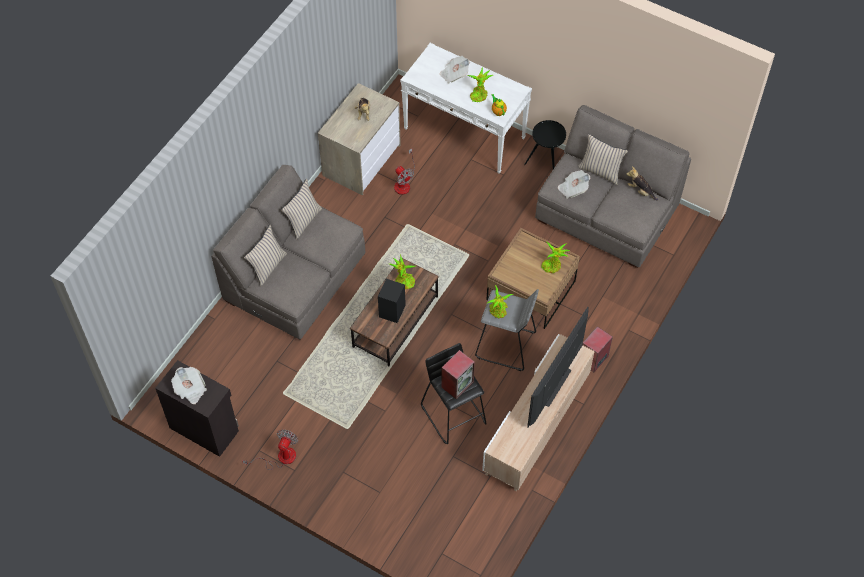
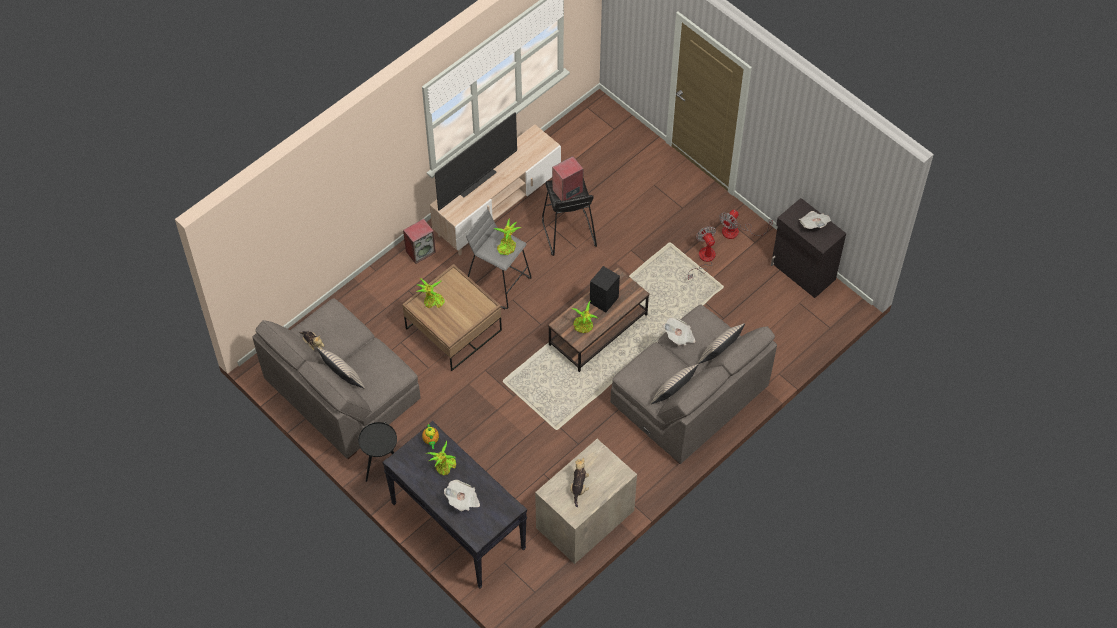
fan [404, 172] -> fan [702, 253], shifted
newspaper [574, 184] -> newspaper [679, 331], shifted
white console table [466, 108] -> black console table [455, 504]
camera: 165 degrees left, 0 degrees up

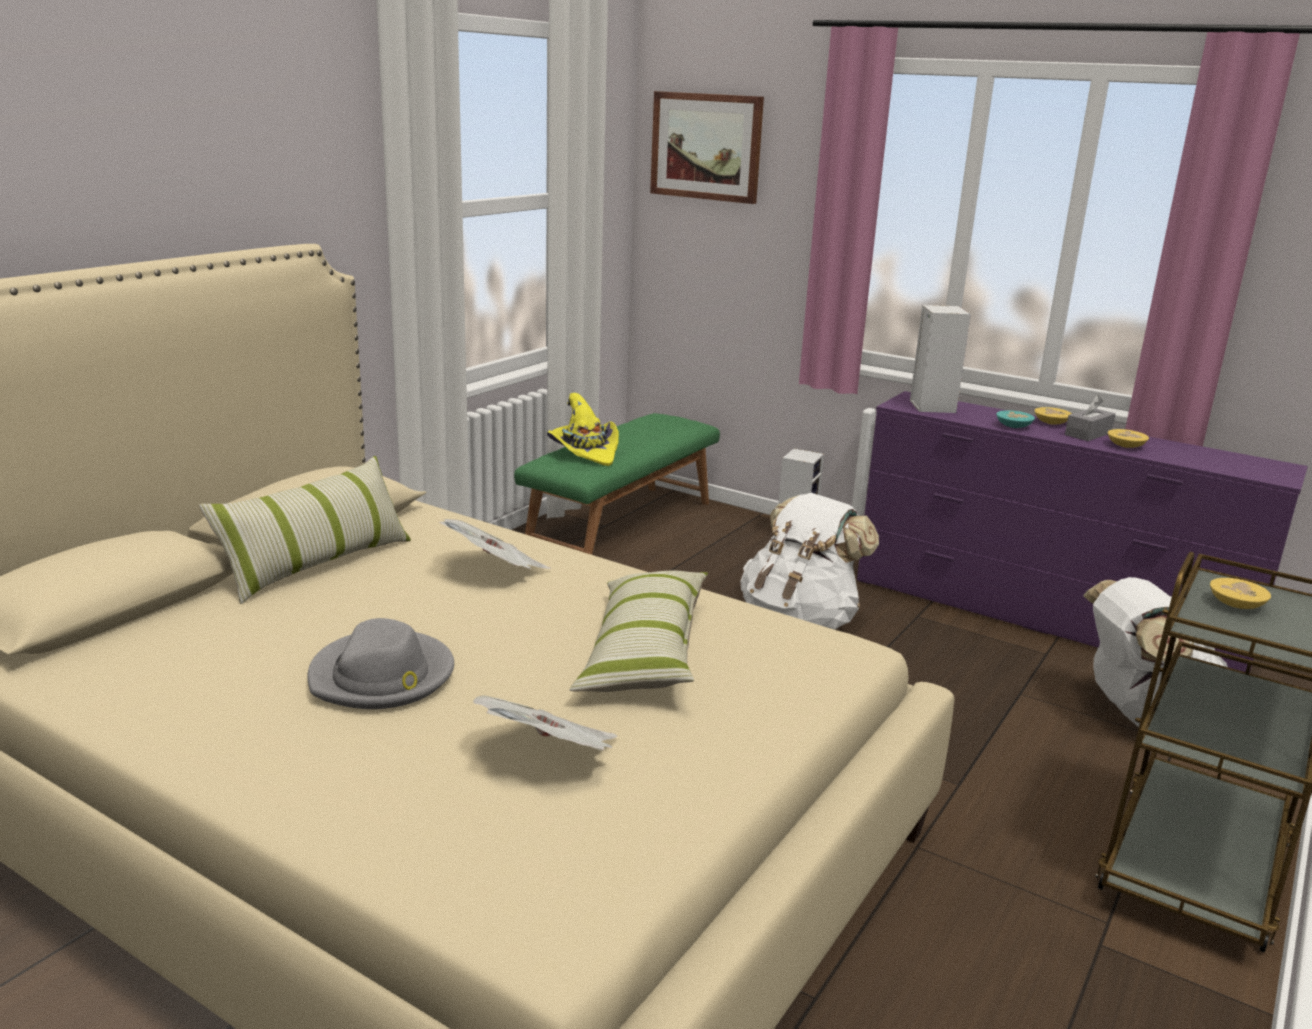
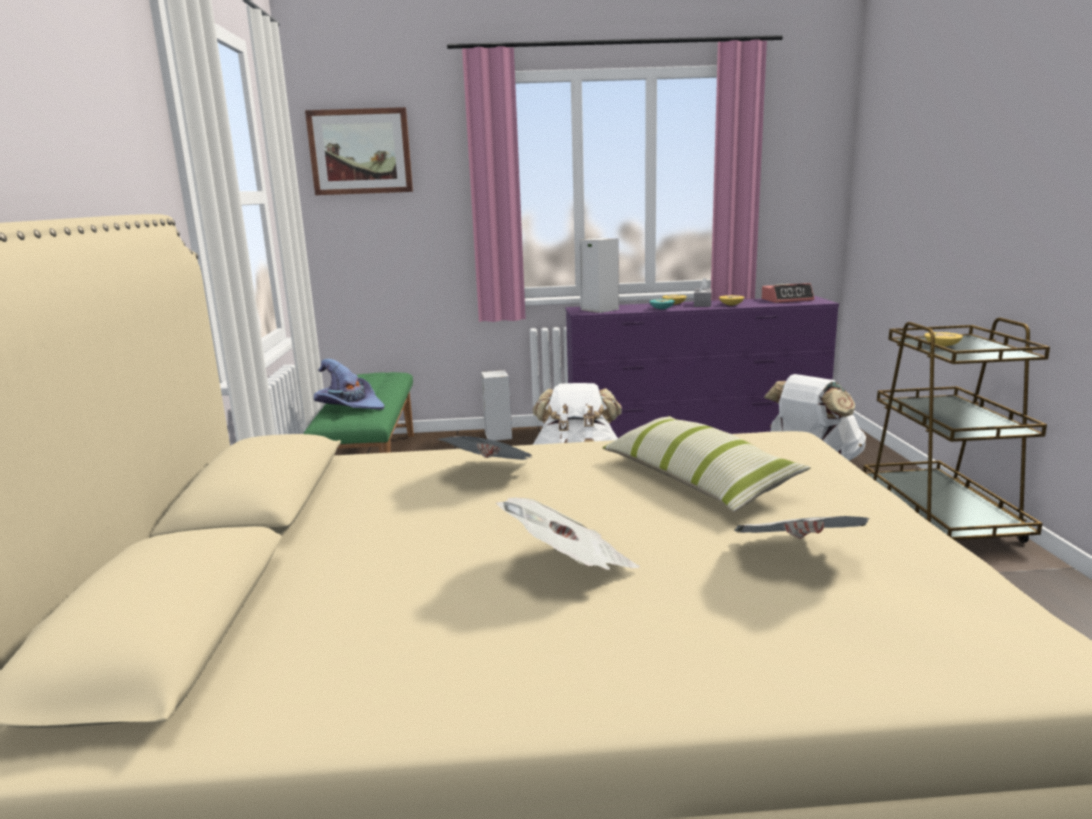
pillow [305, 530] -> none
none -> alarm clock [787, 293]
grey hat [380, 663] -> newspaper [568, 534]
yellow hat [583, 429] -> purple hat [349, 384]
camera: 35 degrees left, 5 degrees down

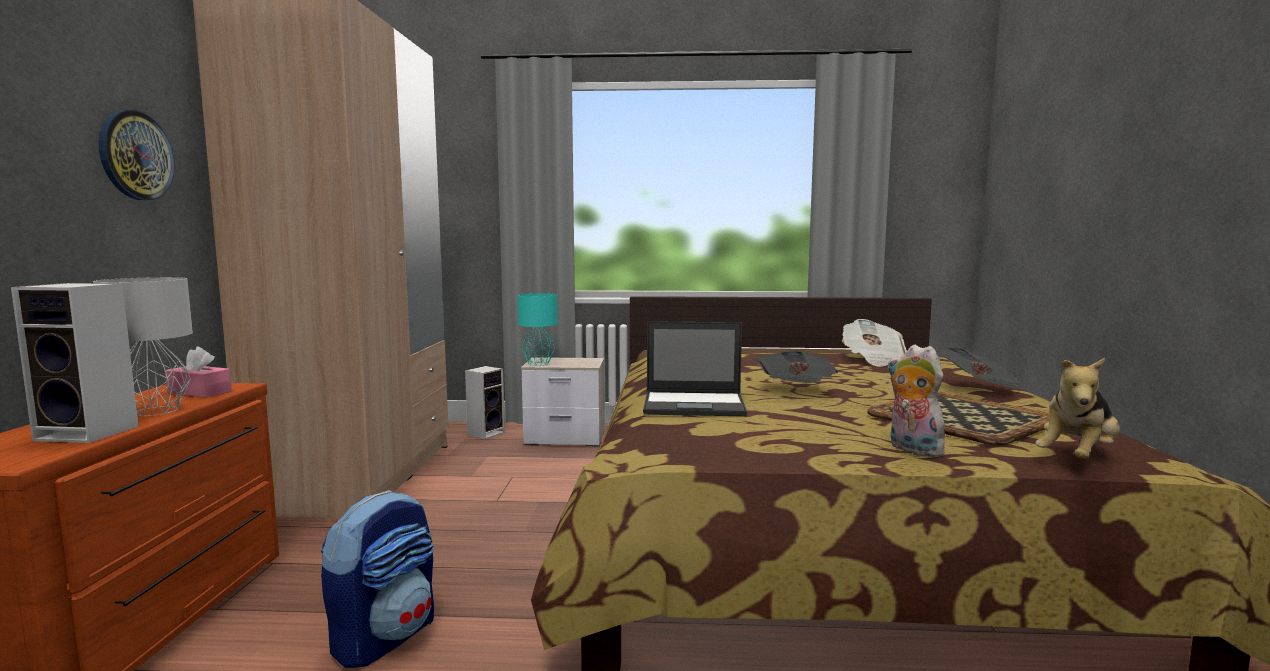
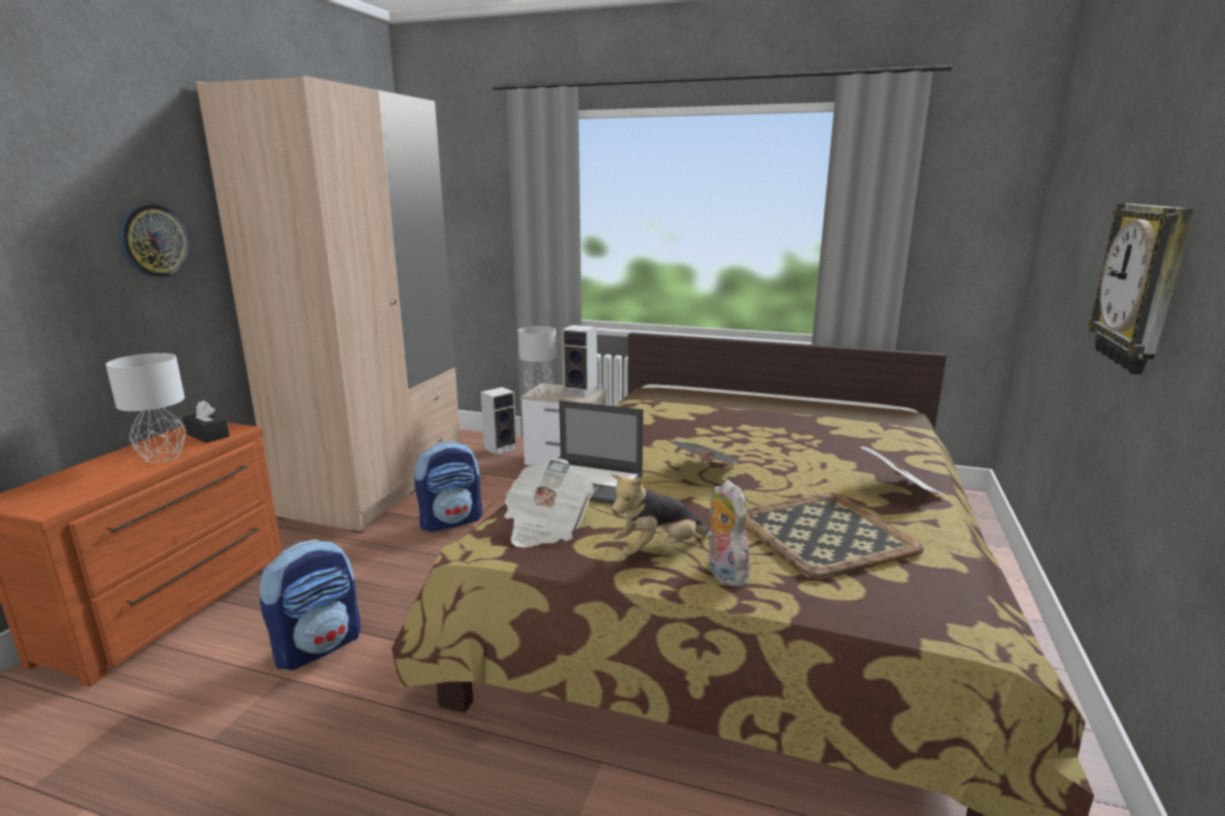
none -> backpack [448, 486]
none -> wall clock [1141, 289]
speaker [75, 363] -> speaker [579, 360], shifted
newspaper [874, 343] -> newspaper [549, 502], shifted
plush toy [1077, 408] -> plush toy [661, 515], shifted
pink tissue box [198, 372] -> black tissue box [206, 421]
turquoise table lamp [537, 329] -> grey table lamp [537, 361]
camera: 15 degrees right, 10 degrees up

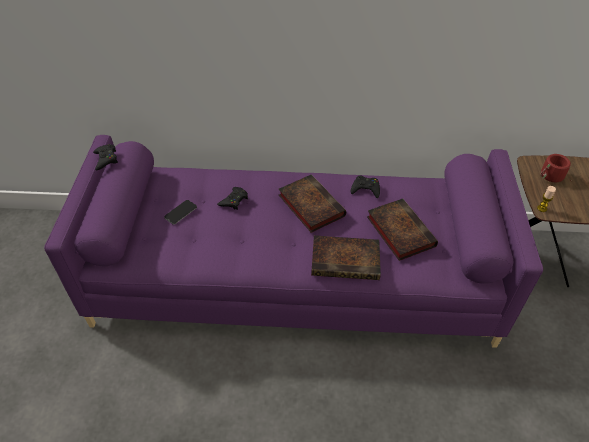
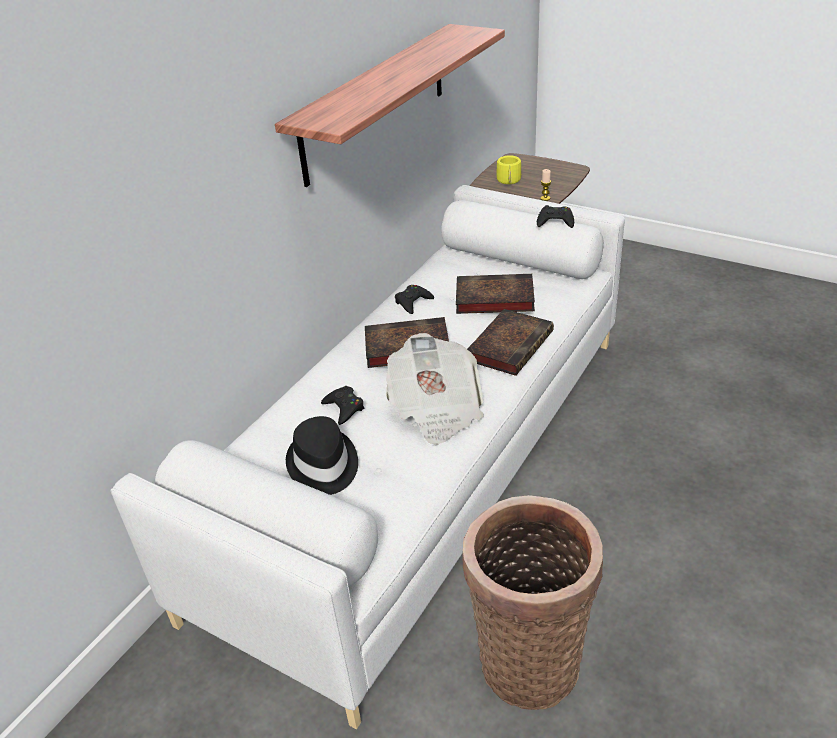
none -> shelf [390, 105]
none -> newspaper [434, 389]
none -> basket [532, 602]
black game controller [105, 157] -> black game controller [555, 216], shifted
phone [180, 212] -> black hat [322, 455]
purple sofa [293, 241] -> white sofa [368, 457]
red mug [555, 168] -> yellow mug [509, 169]
camera: 60 degrees left, 10 degrees down

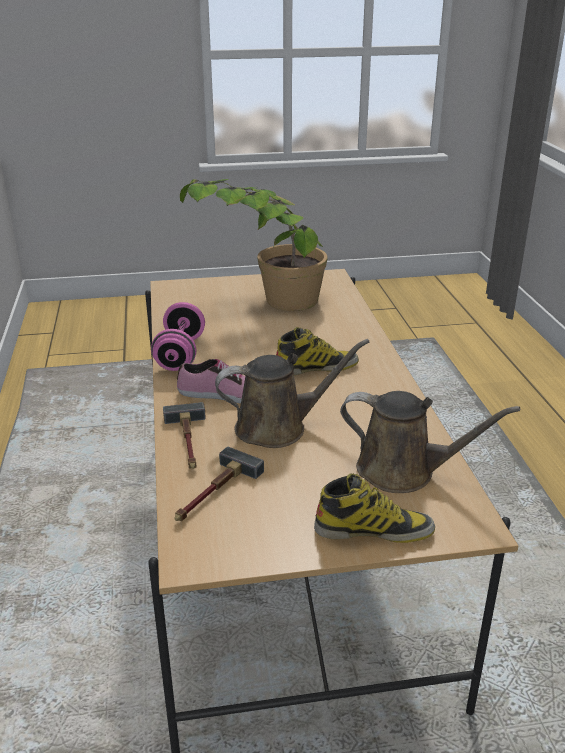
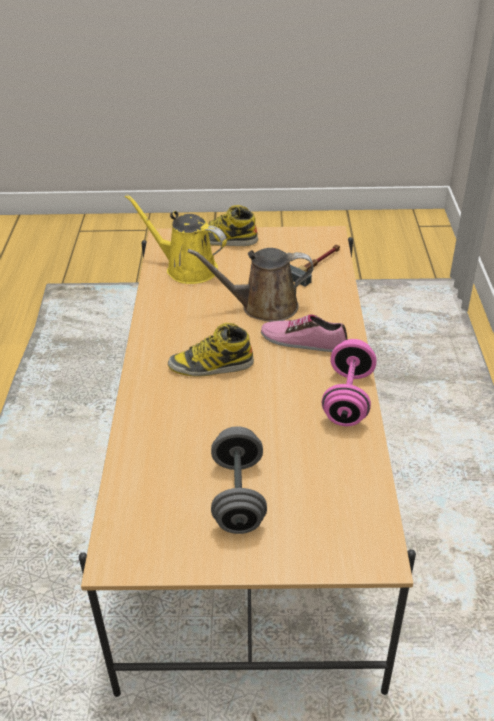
hammer [184, 435] -> none
potted plant [254, 245] -> grey dumbbell [239, 480]
brown watering can [430, 442] -> yellow watering can [176, 239]
camera: 170 degrees left, 10 degrees up

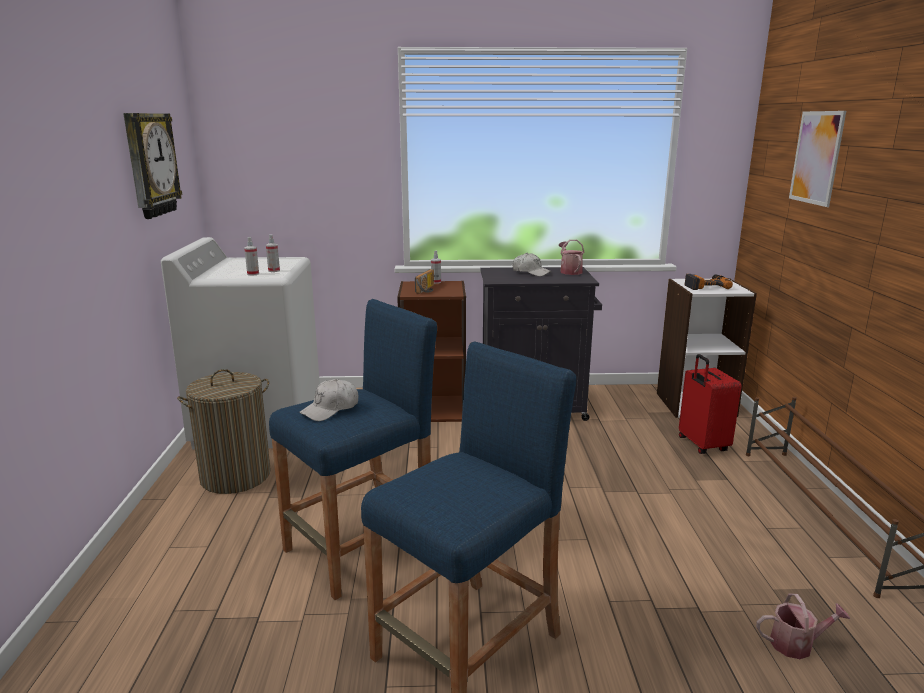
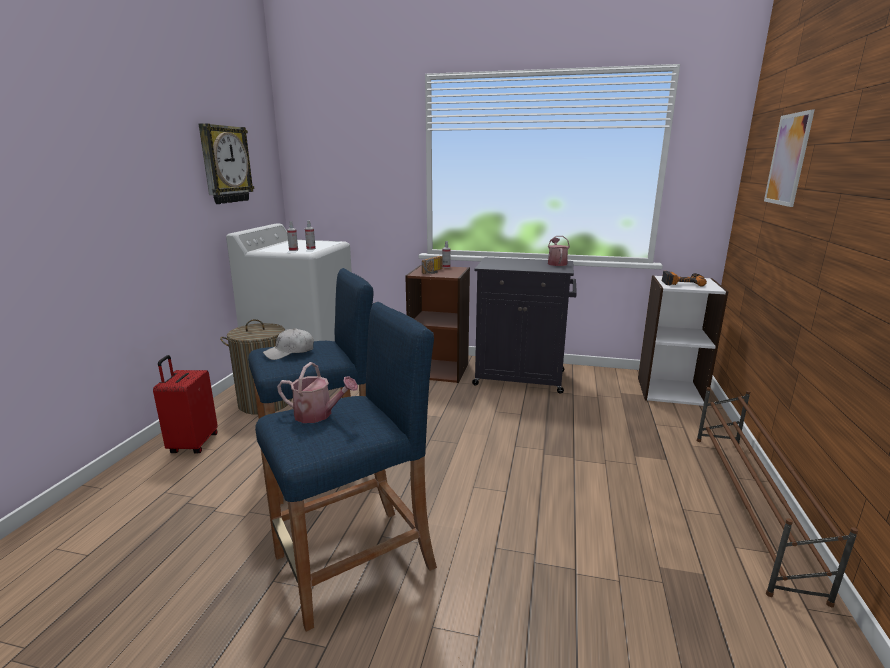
white cap [531, 264] -> none
red suitcase [710, 404] -> red suitcase [185, 404], shifted
watering can [803, 626] -> watering can [317, 392], shifted
camera: 15 degrees right, 0 degrees up

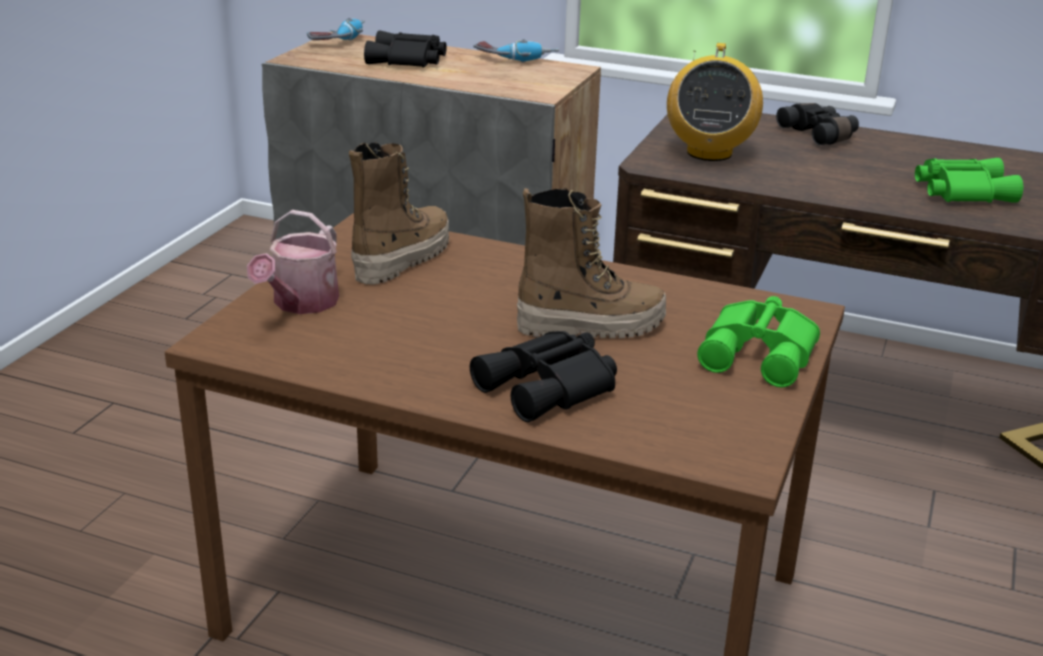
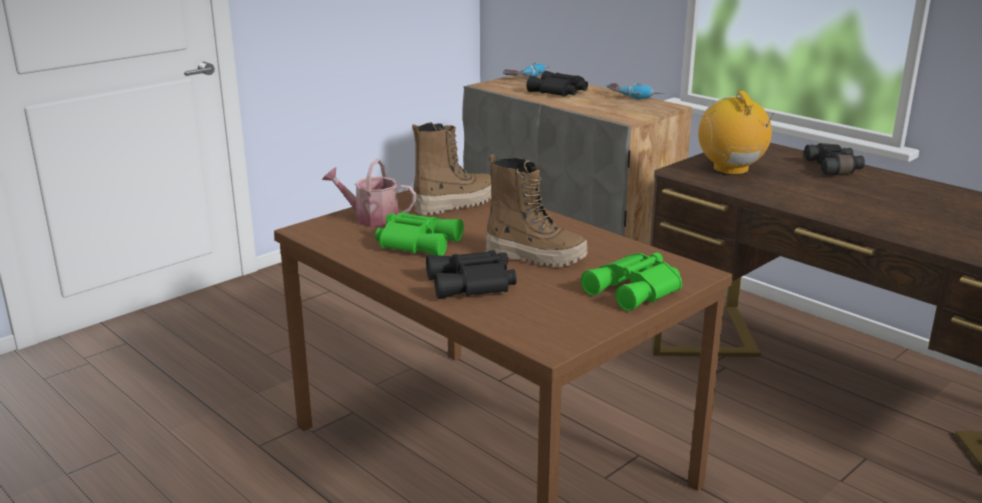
green binoculars [969, 180] -> green binoculars [419, 234], shifted
watering can [293, 262] -> watering can [369, 193], 60 degrees clockwise
radio [715, 102] -> radio [736, 132], 135 degrees clockwise
camera: 25 degrees right, 5 degrees down

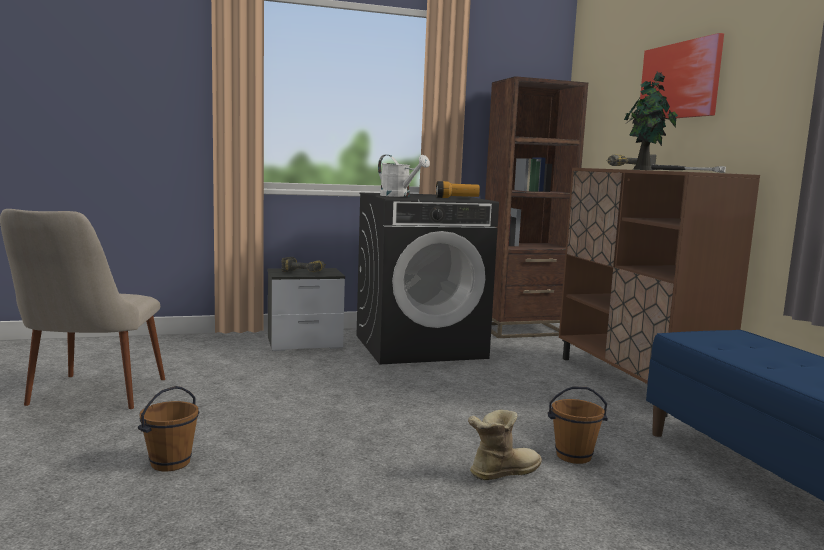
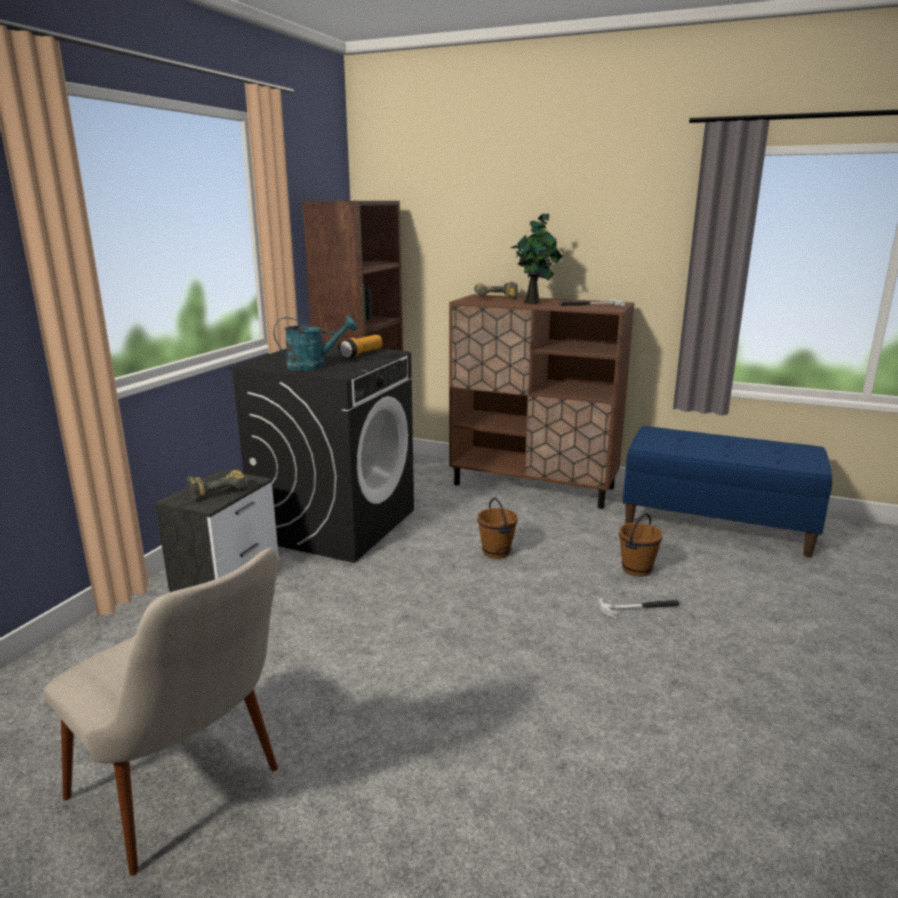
picture [682, 76] -> none
brown bucket [168, 428] -> brown bucket [497, 528], shifted
boot [505, 445] -> hammer [638, 608]
white watering can [404, 176] -> turquoise watering can [315, 343]
camera: 50 degrees left, 10 degrees up

